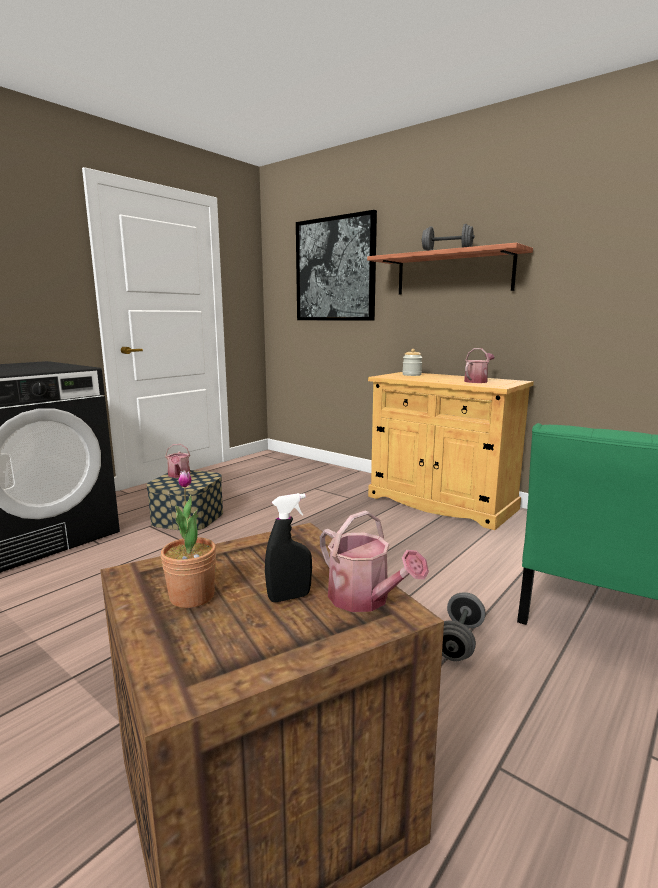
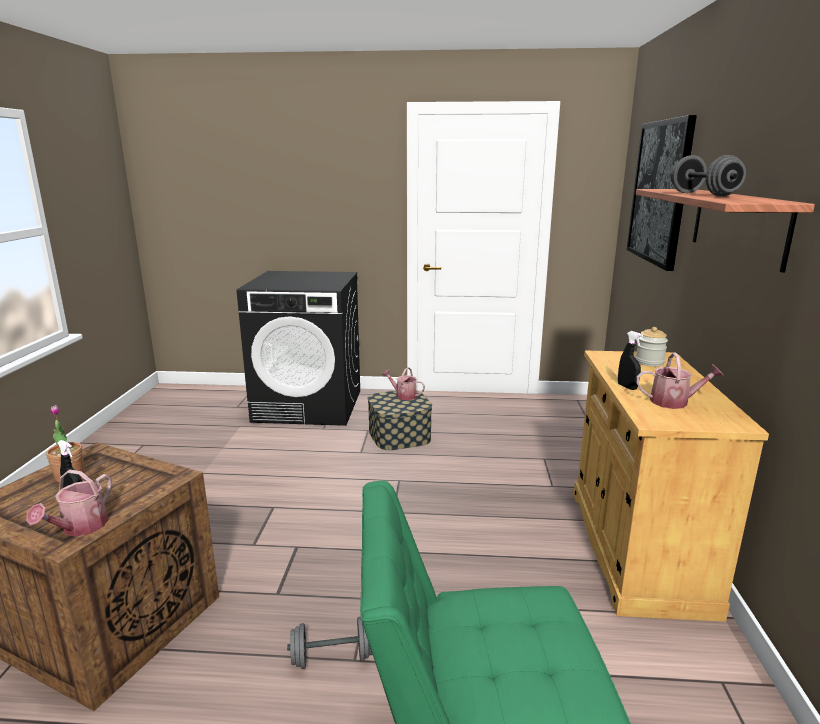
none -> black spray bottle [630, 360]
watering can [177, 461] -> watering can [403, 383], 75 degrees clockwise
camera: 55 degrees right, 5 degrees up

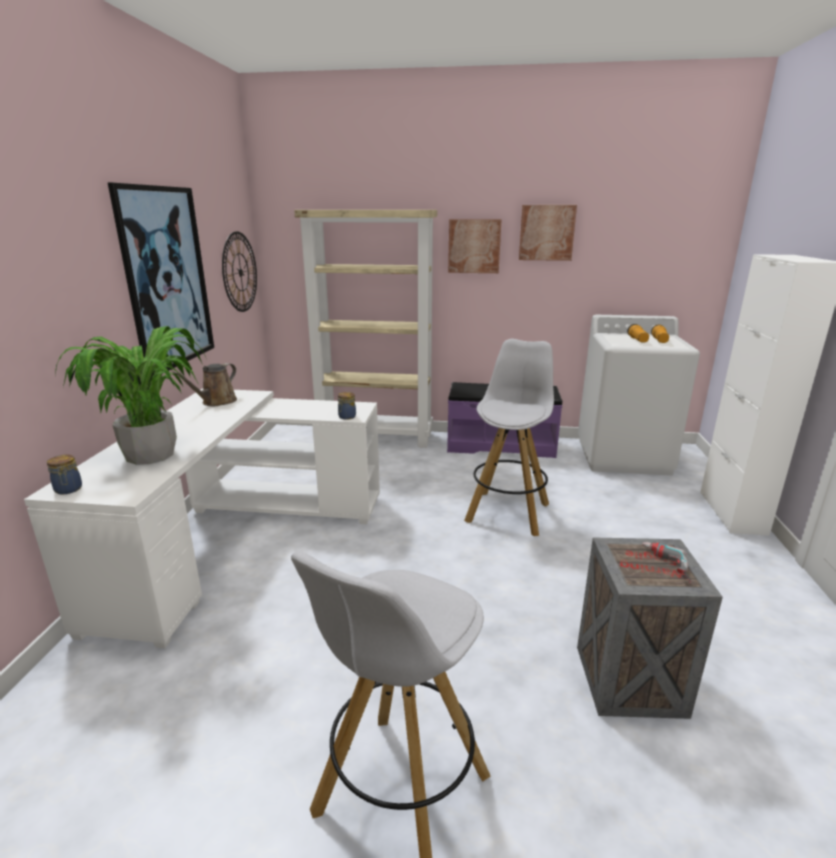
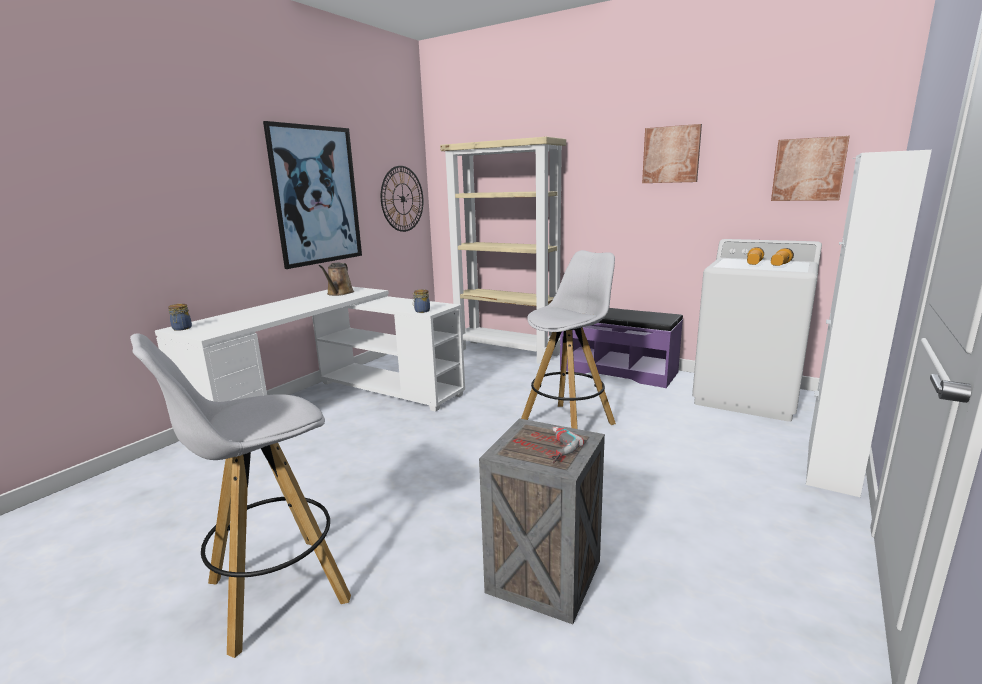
potted plant [131, 395] -> none
picture [475, 246] -> picture [810, 168], shifted
brown watering can [205, 384] -> brown watering can [336, 279], 45 degrees counterclockwise
camera: 25 degrees right, 5 degrees down

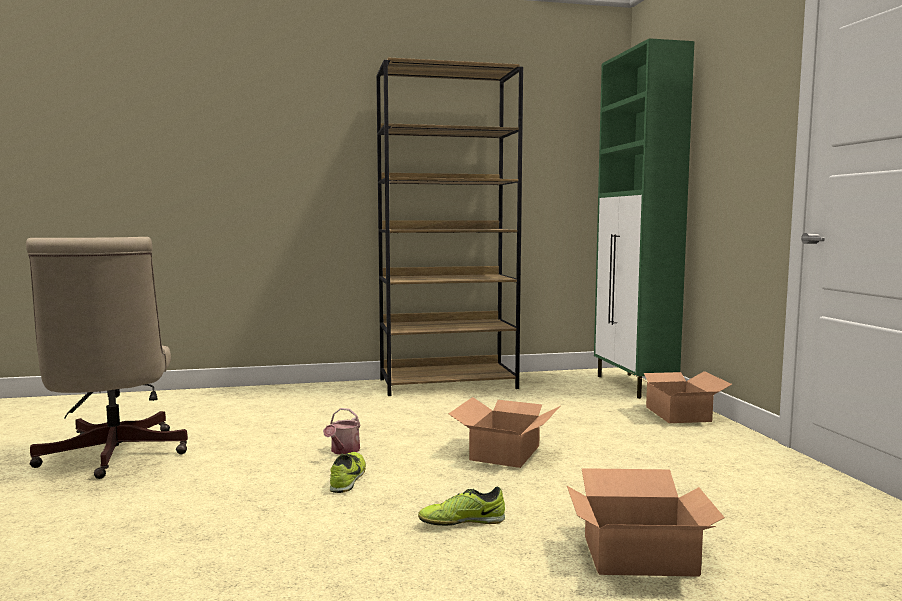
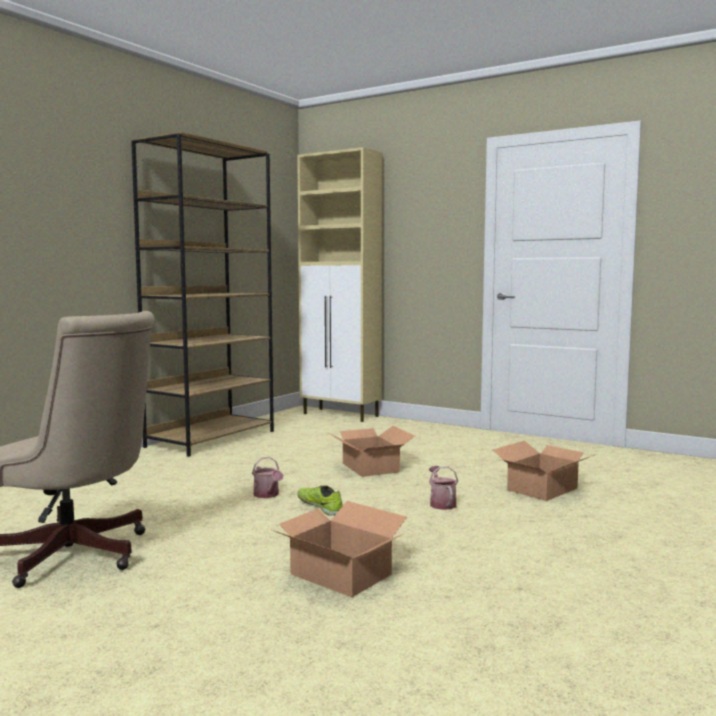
cardboard box [682, 397] -> cardboard box [339, 549], shifted
shoe [461, 506] -> watering can [443, 488]
green cabinet [644, 218] -> beige cabinet [340, 284]
camera: 45 degrees left, 0 degrees up

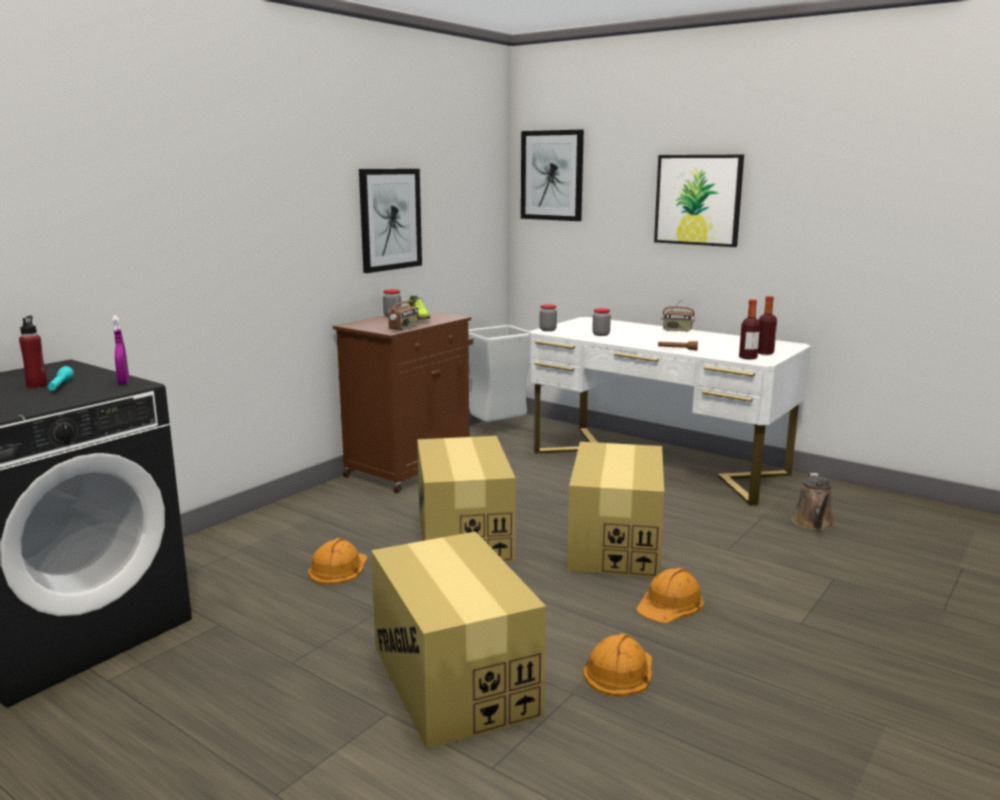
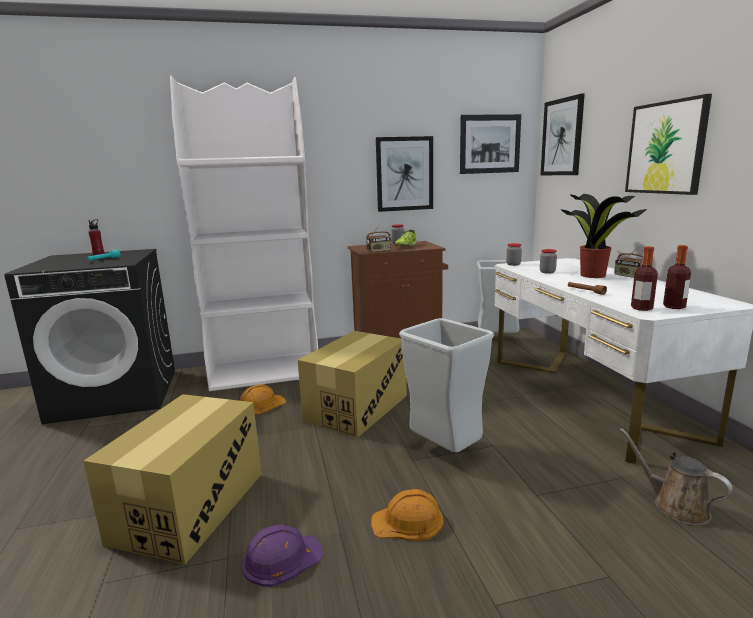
purple spray bottle [121, 349] -> none
none -> white bookcase [244, 233]
none -> picture [490, 144]
none -> potted plant [603, 236]
cardboard box [615, 509] -> grey trash can [446, 385]
orange hard hat [617, 664] -> purple hard hat [282, 556]
brown watering can [813, 501] -> brown watering can [676, 476], 90 degrees clockwise
camera: 40 degrees right, 0 degrees up

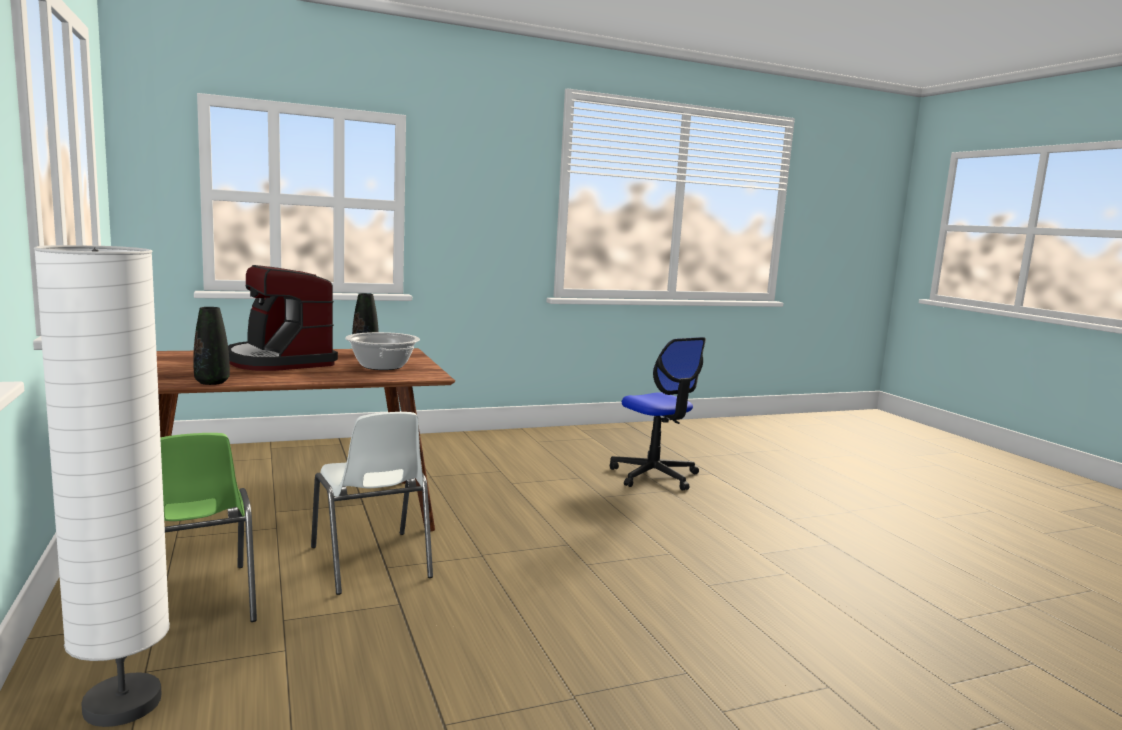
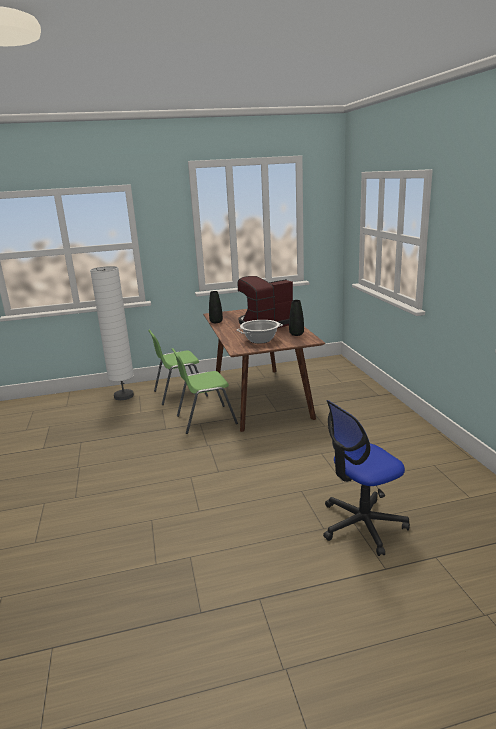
white chair [372, 503] -> green chair [205, 391]
camera: 100 degrees right, 10 degrees up

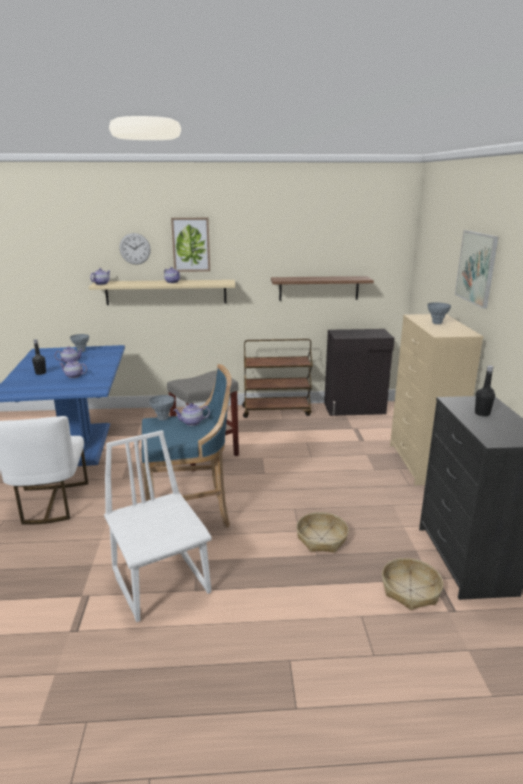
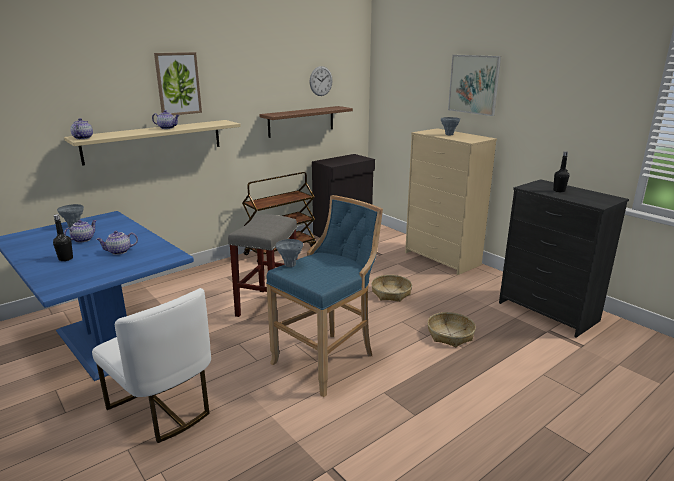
white chair [158, 526] -> none
teapot [191, 414] -> none
wall clock [135, 249] -> wall clock [321, 81], shifted
basket [412, 584] -> basket [391, 288], shifted
camera: 35 degrees left, 0 degrees up

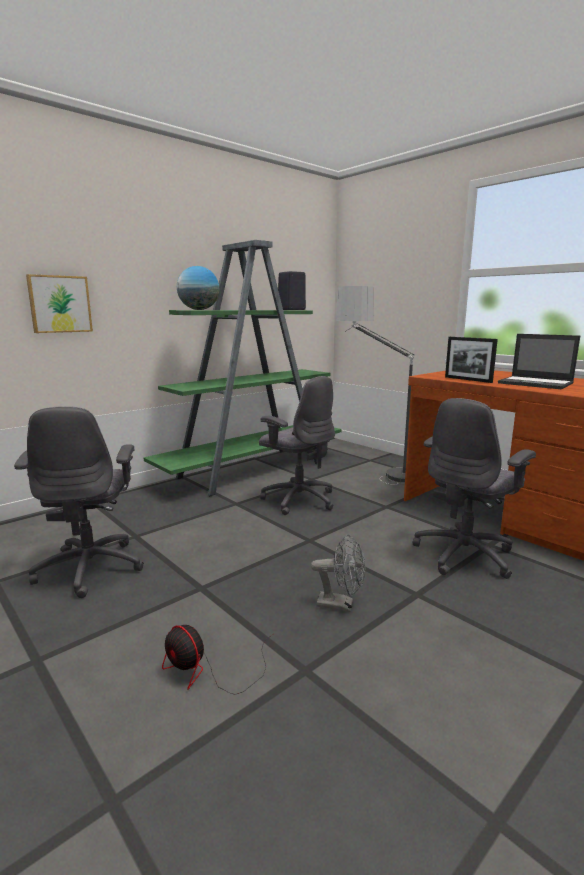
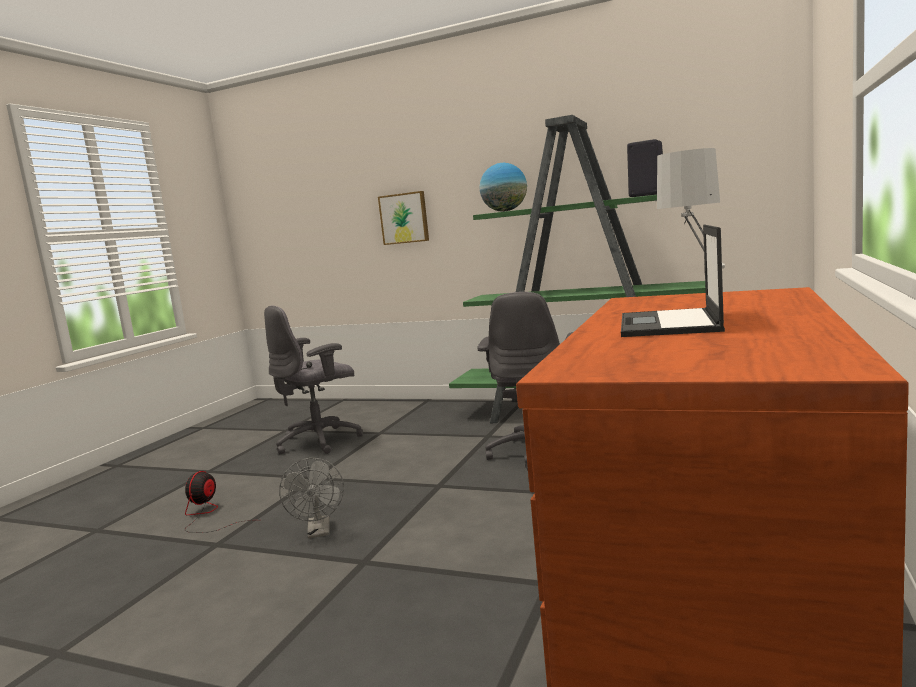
grey office chair [474, 488] -> none
picture frame [471, 360] -> none
camera: 65 degrees right, 5 degrees down

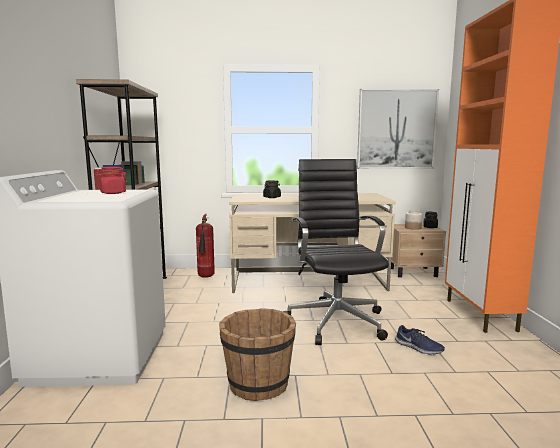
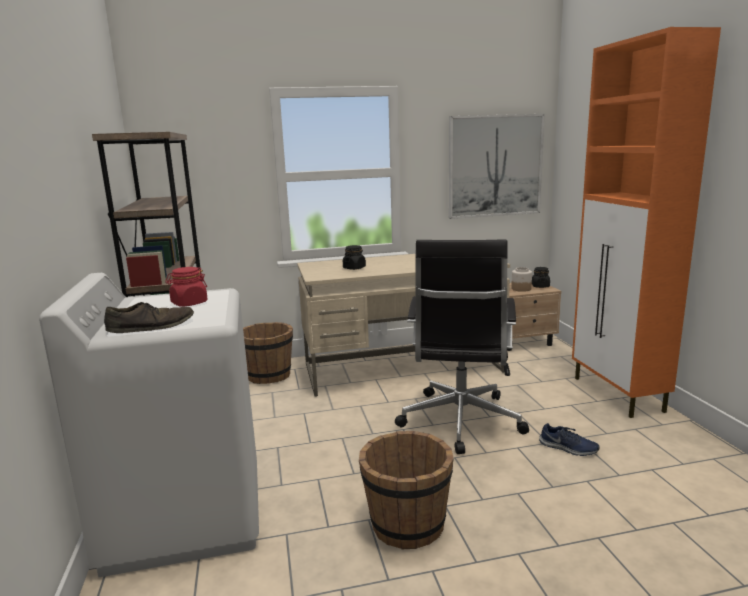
none -> brown shoe [149, 317]
fire extinguisher [205, 246] -> brown bucket [268, 353]
black office chair [336, 252] -> black office chair [462, 347], 150 degrees counterclockwise
camera: 10 degrees left, 5 degrees up

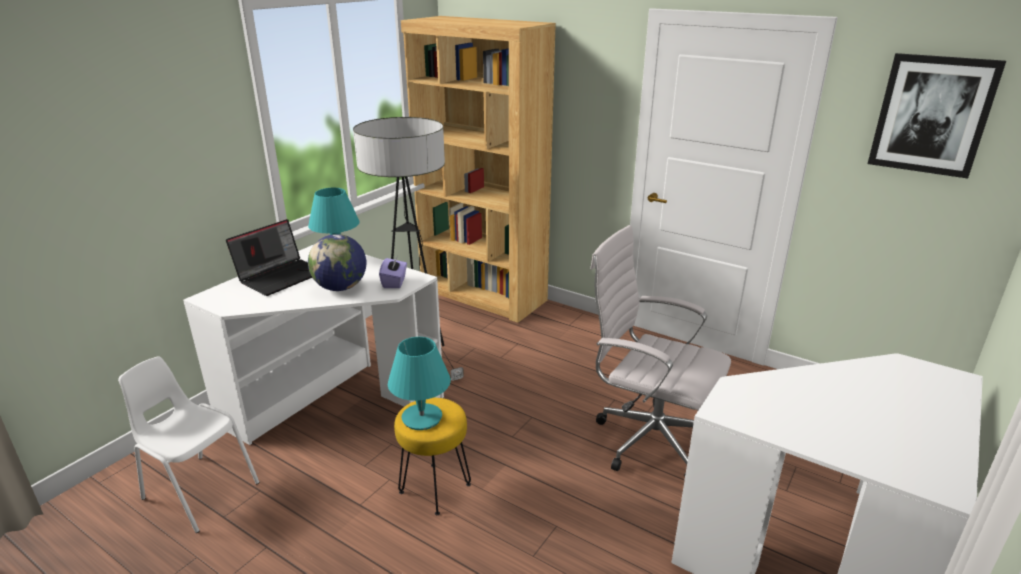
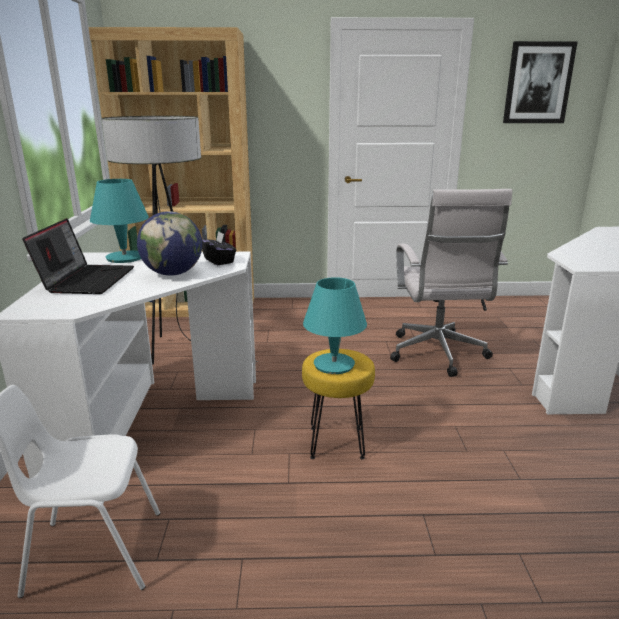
purple tissue box [393, 272] -> black tissue box [219, 248]
white office chair [660, 351] -> white office chair [451, 283], 90 degrees counterclockwise
camera: 35 degrees left, 5 degrees down

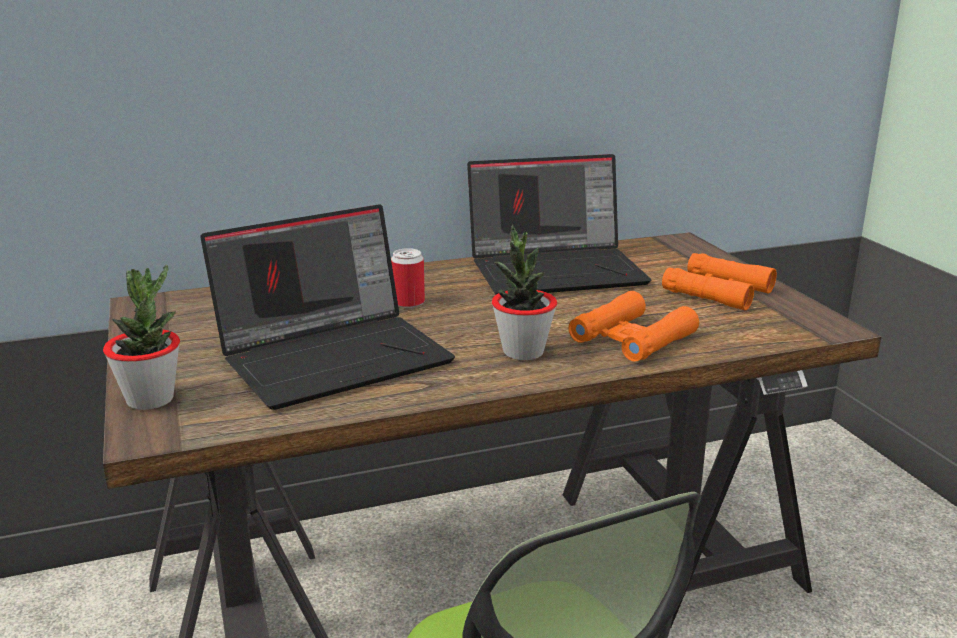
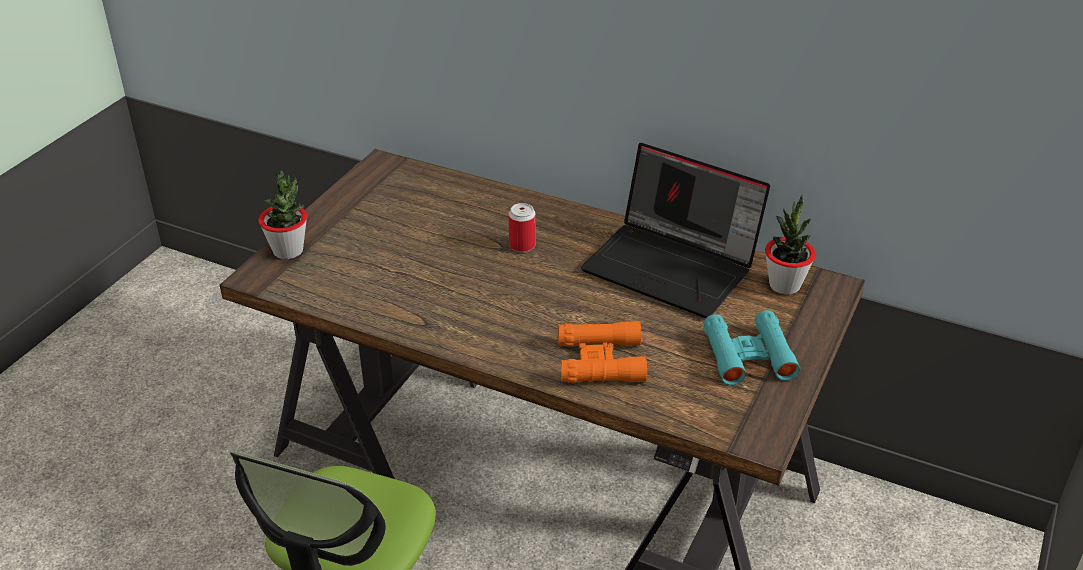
laptop [327, 307] -> none
potted plant [524, 292] -> potted plant [790, 244], shifted
orange binoculars [719, 281] -> turquoise binoculars [752, 347]
camera: 45 degrees right, 15 degrees up

